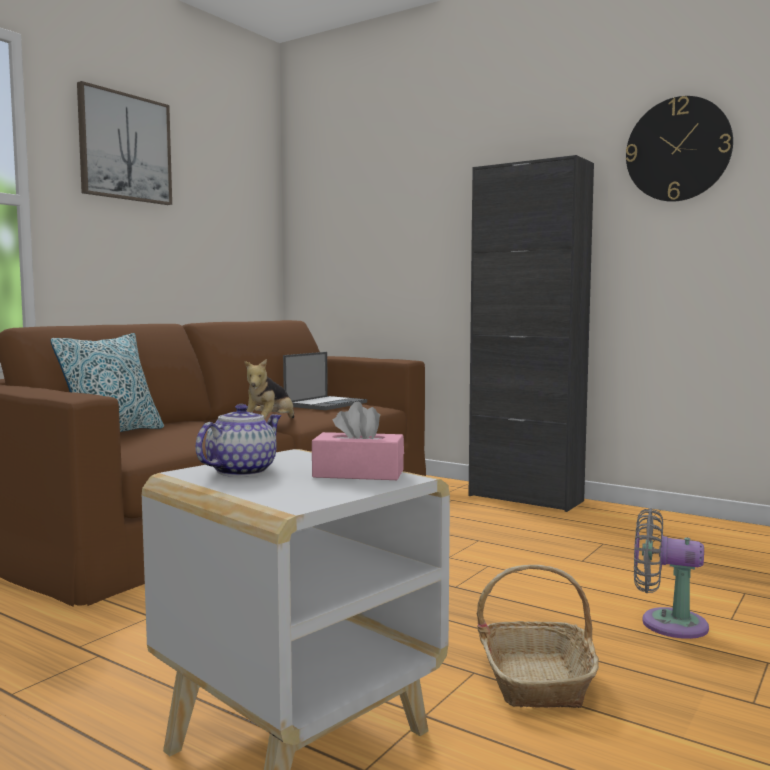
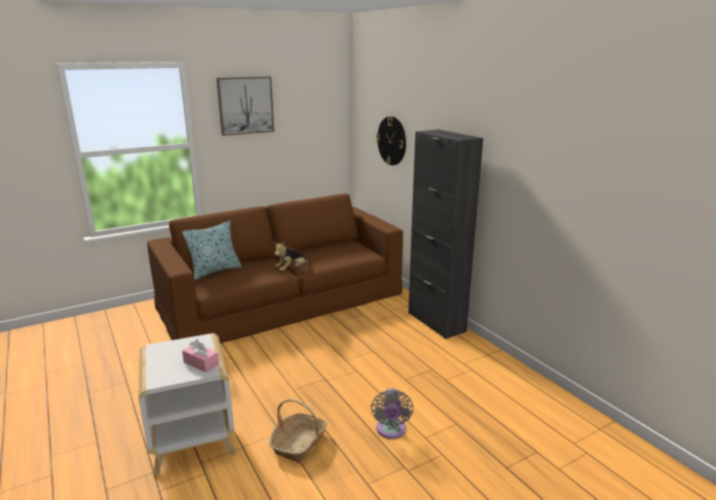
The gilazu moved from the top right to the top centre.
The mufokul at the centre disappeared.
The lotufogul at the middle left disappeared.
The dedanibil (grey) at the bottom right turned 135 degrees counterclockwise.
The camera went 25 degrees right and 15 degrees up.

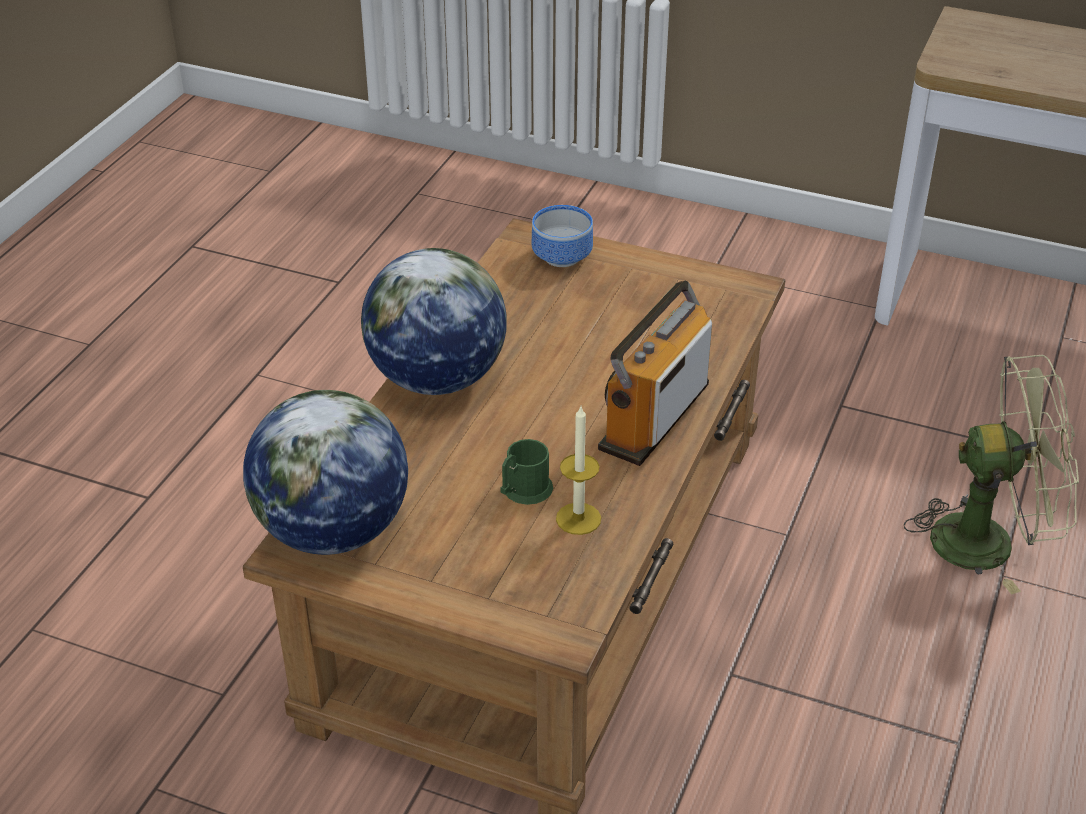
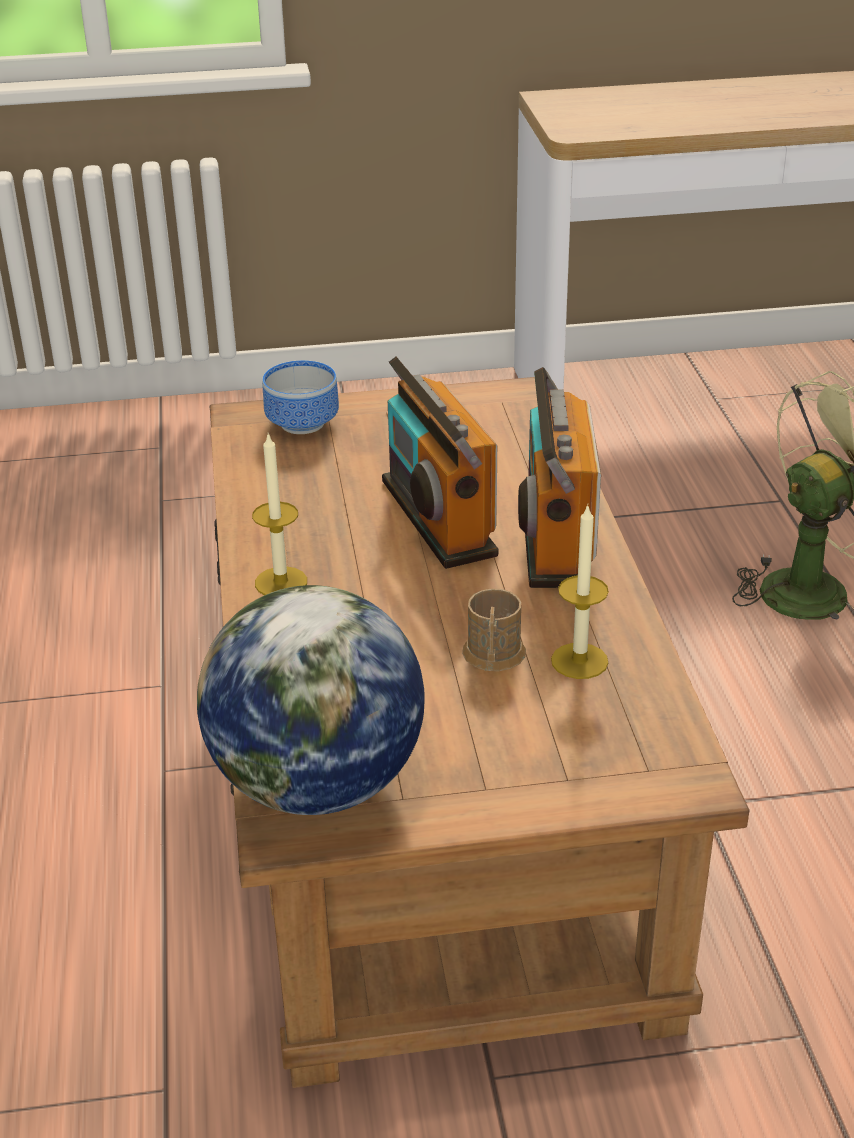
The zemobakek (no. 2 from left) at the centre was replaced by the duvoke (no. 1 from left) at the middle left.
The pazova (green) at the centre became the pazova (brown) at the centre.
The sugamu (no. 1 from left) at the centre appeared.
The camera went 30 degrees left and 5 degrees down.

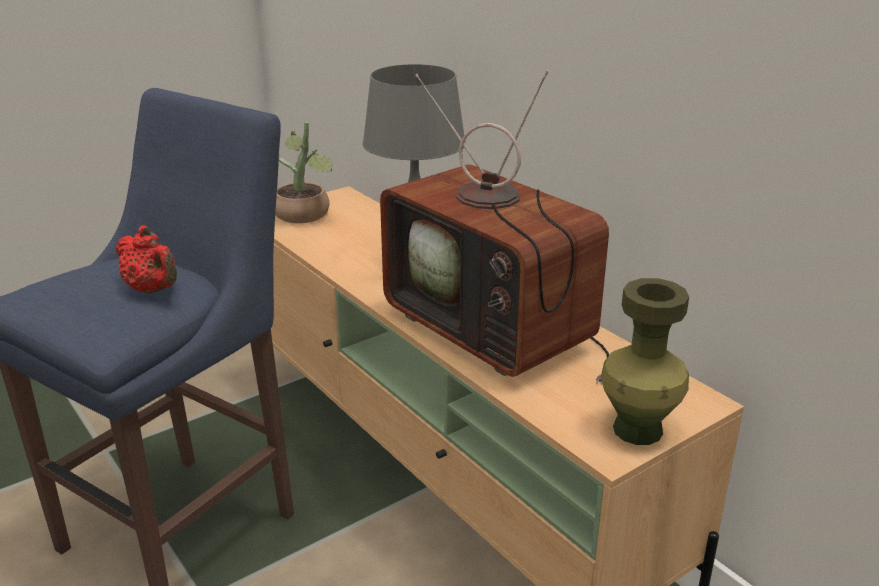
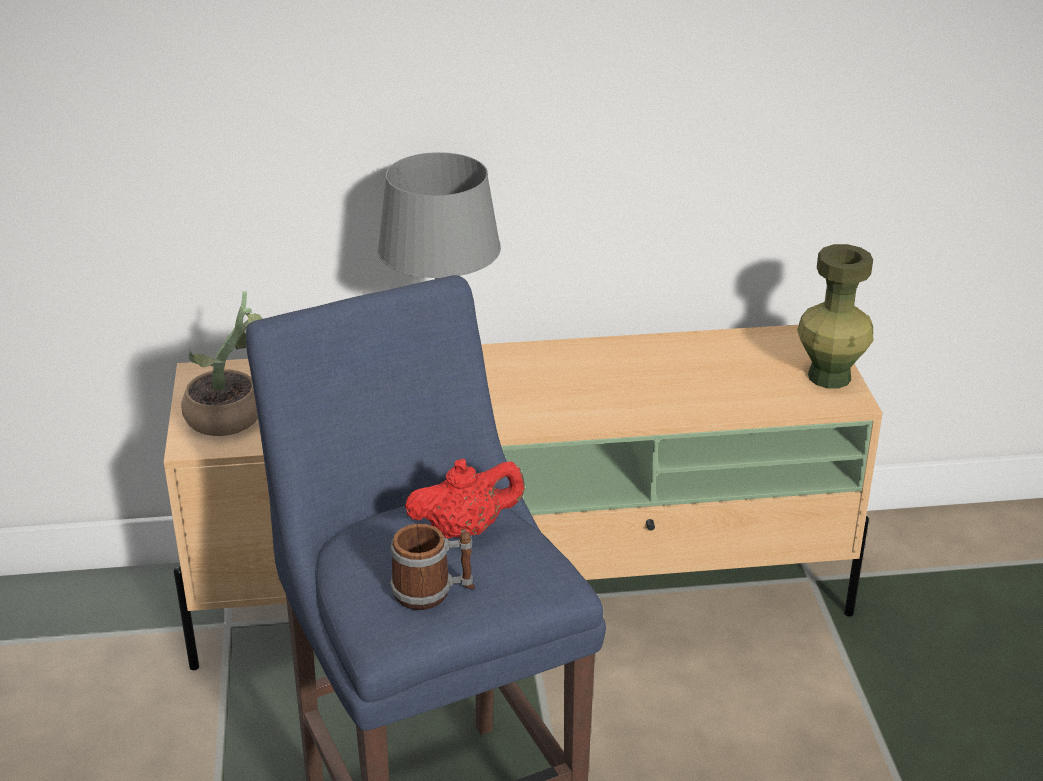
The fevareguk at the centre disappeared.
The pazova at the bottom centre appeared.
The camera went 60 degrees left and 5 degrees up.

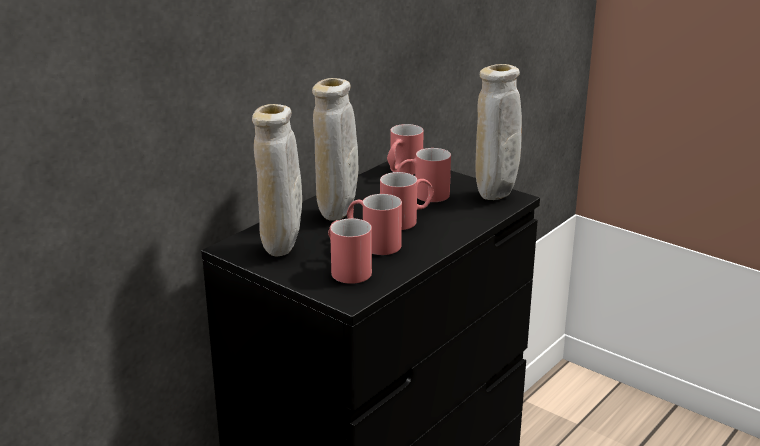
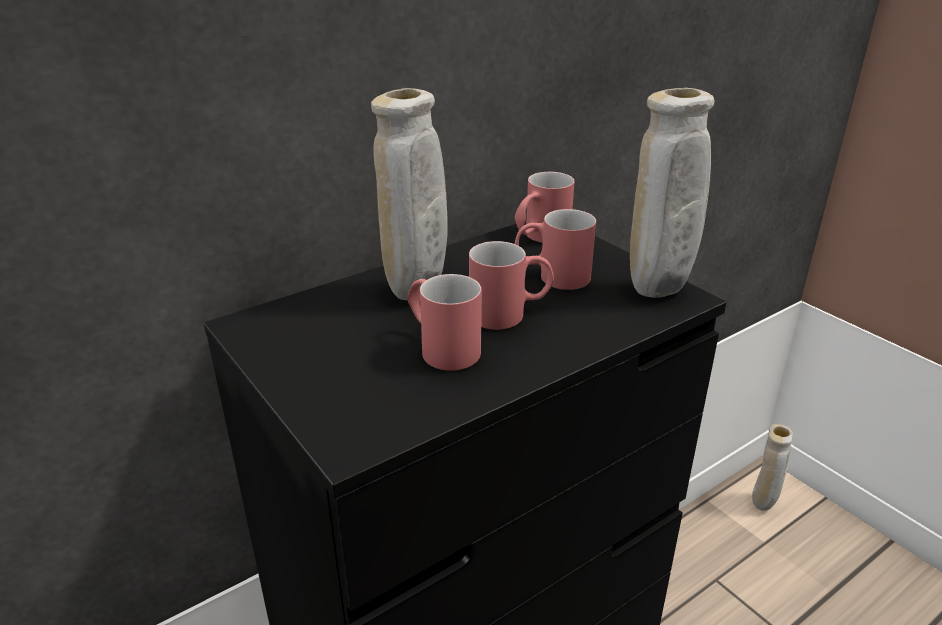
The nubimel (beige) (no. 1 from left in the first image) moved from the centre to the bottom right.
The pazova (red) (no. 1 from left) at the centre disappeared.
The camera went 15 degrees right and 5 degrees up.

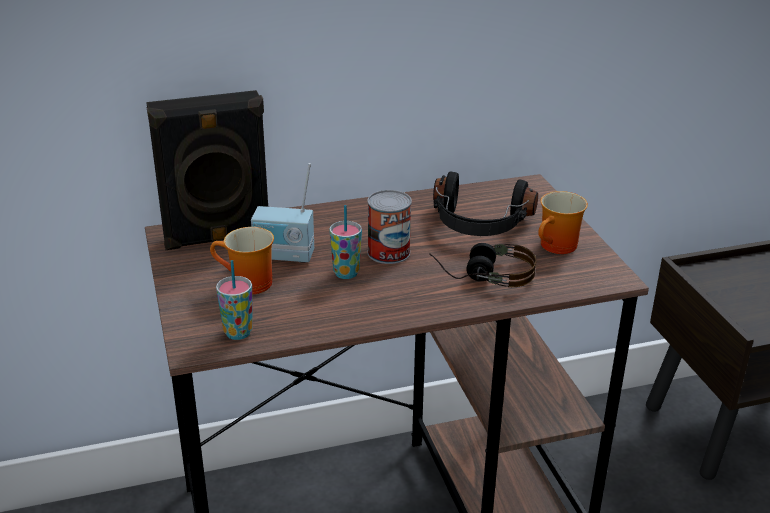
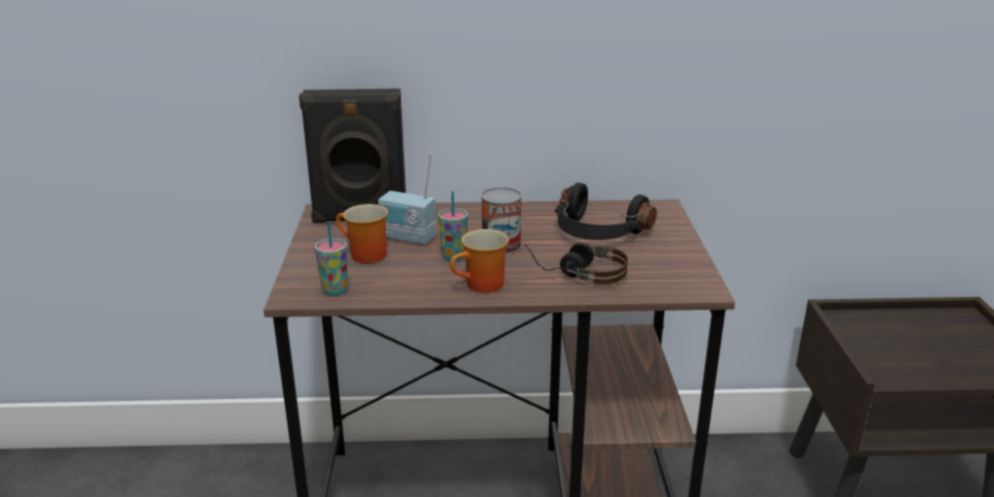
The pazova (no. 2 from left) moved from the middle right to the centre.
The camera went 15 degrees right and 5 degrees down.

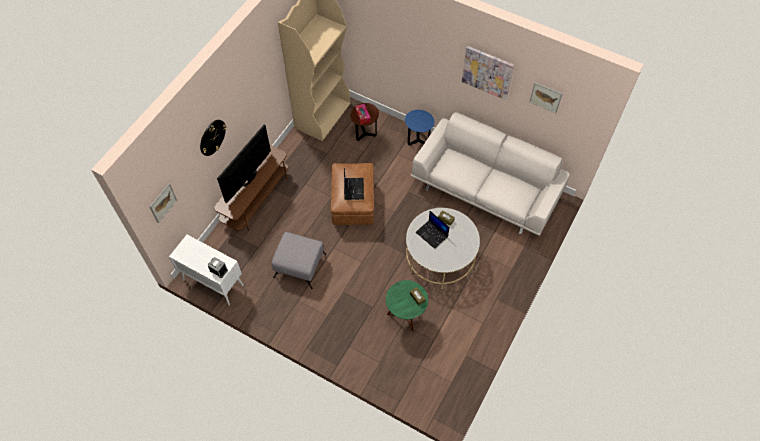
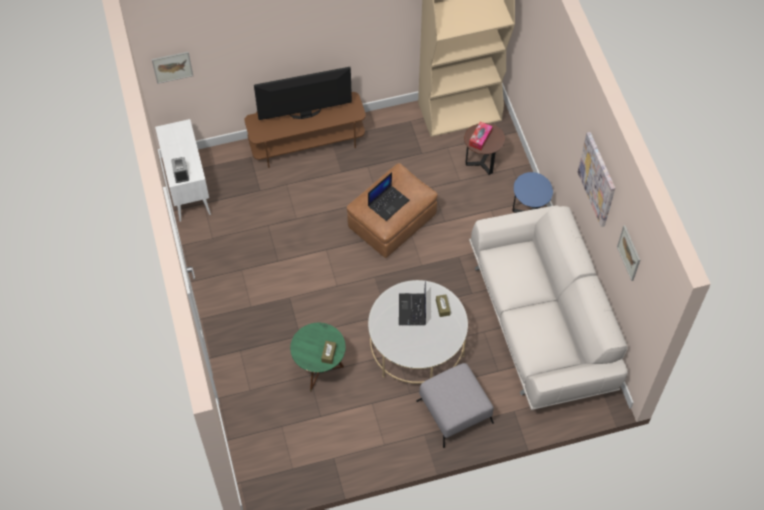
The gilazu at the top left disappeared.
The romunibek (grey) moved from the centre to the bottom centre.
The camera went 45 degrees right and 0 degrees up.

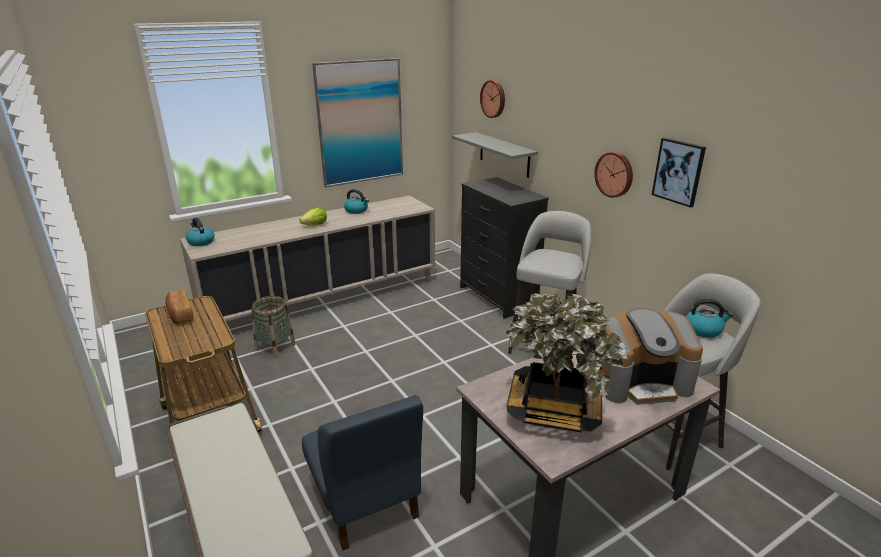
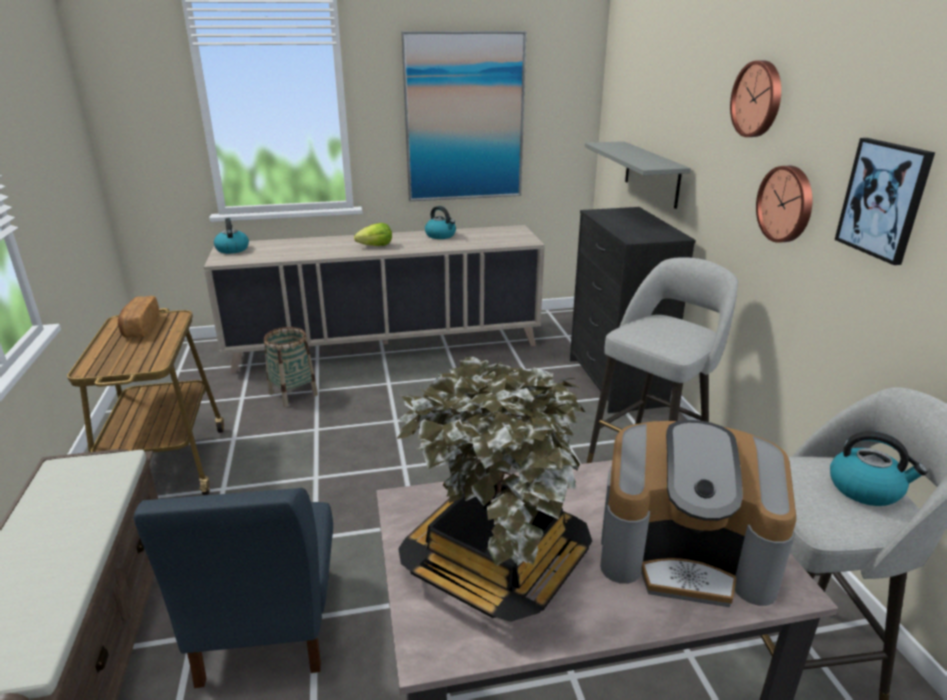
The gilazu (no. 1 from left) moved from the top centre to the top right.
The camera went 20 degrees right and 0 degrees up.

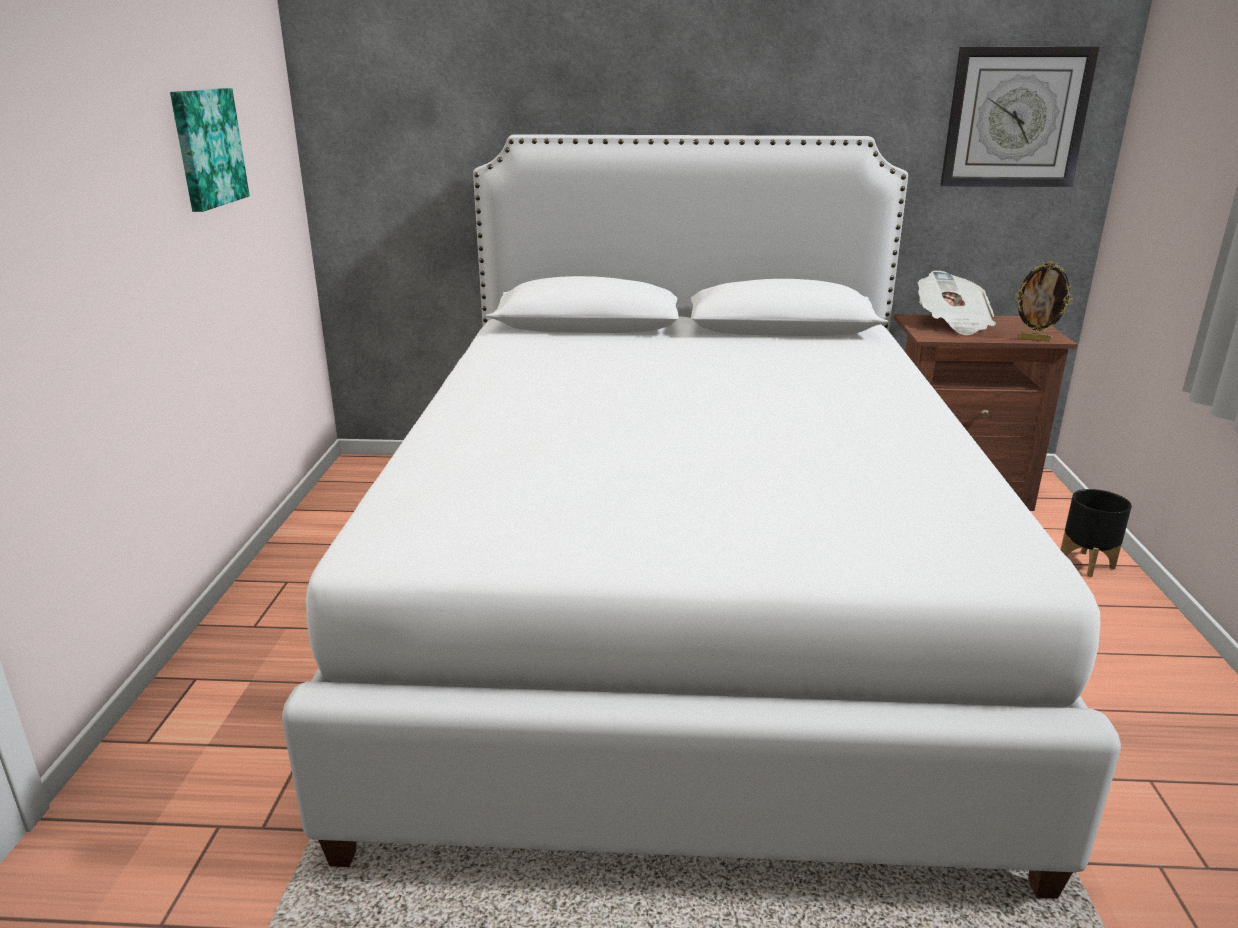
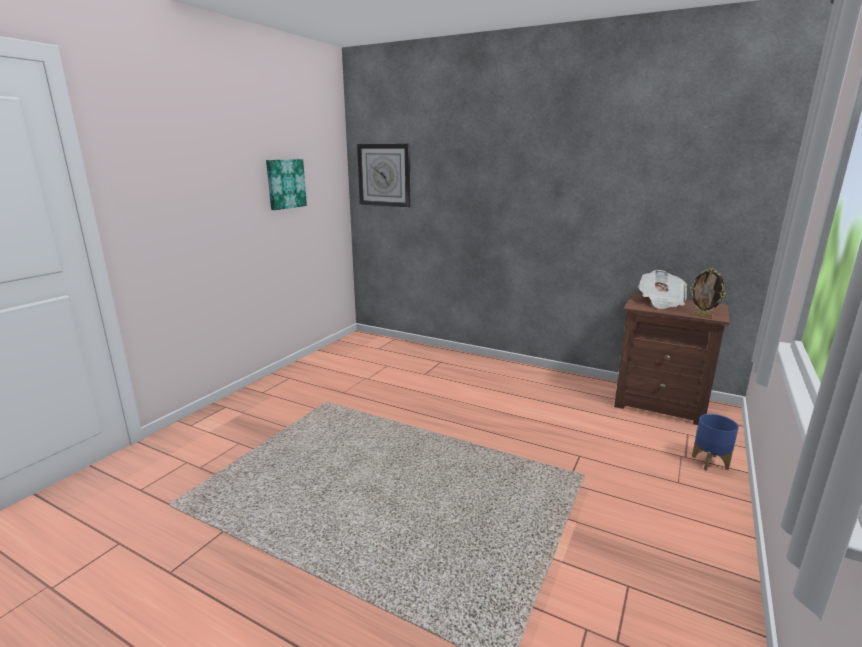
The gilazu moved from the top right to the top centre.
The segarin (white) at the centre disappeared.
The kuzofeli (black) at the middle right became the kuzofeli (blue) at the bottom right.
The camera went 25 degrees right and 5 degrees down.

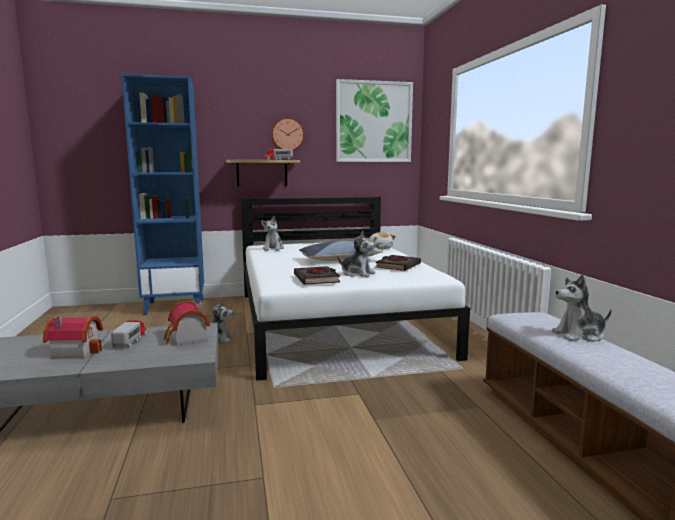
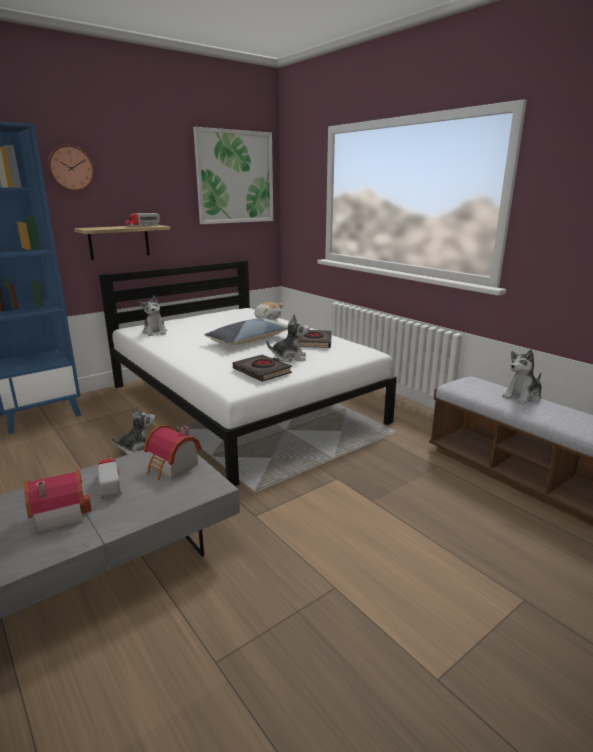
The gilazu moved from the top centre to the top left.
The camera went 25 degrees left and 10 degrees up.

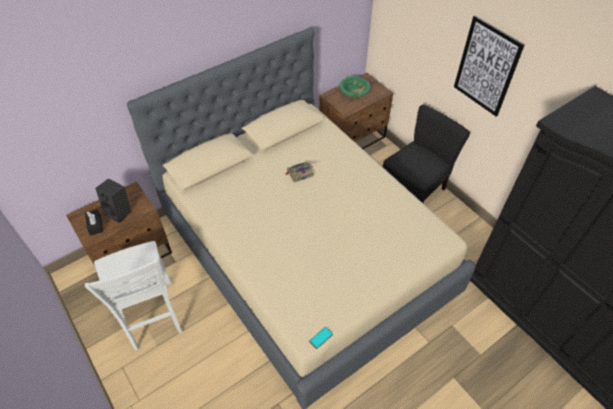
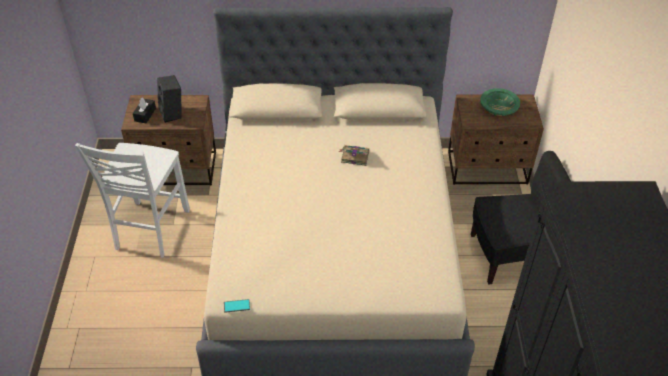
The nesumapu at the top right disappeared.
The camera went 35 degrees right and 5 degrees down.

